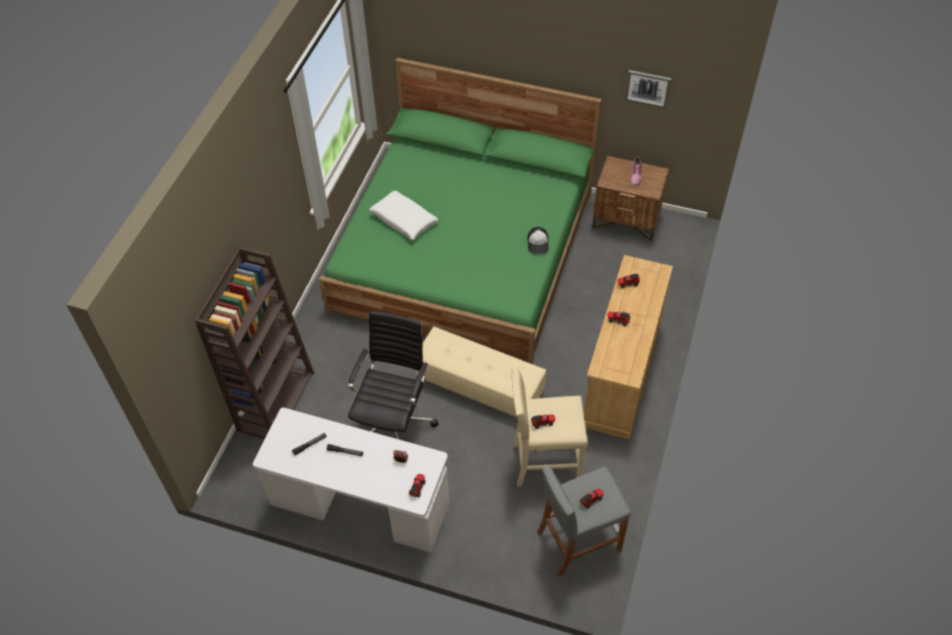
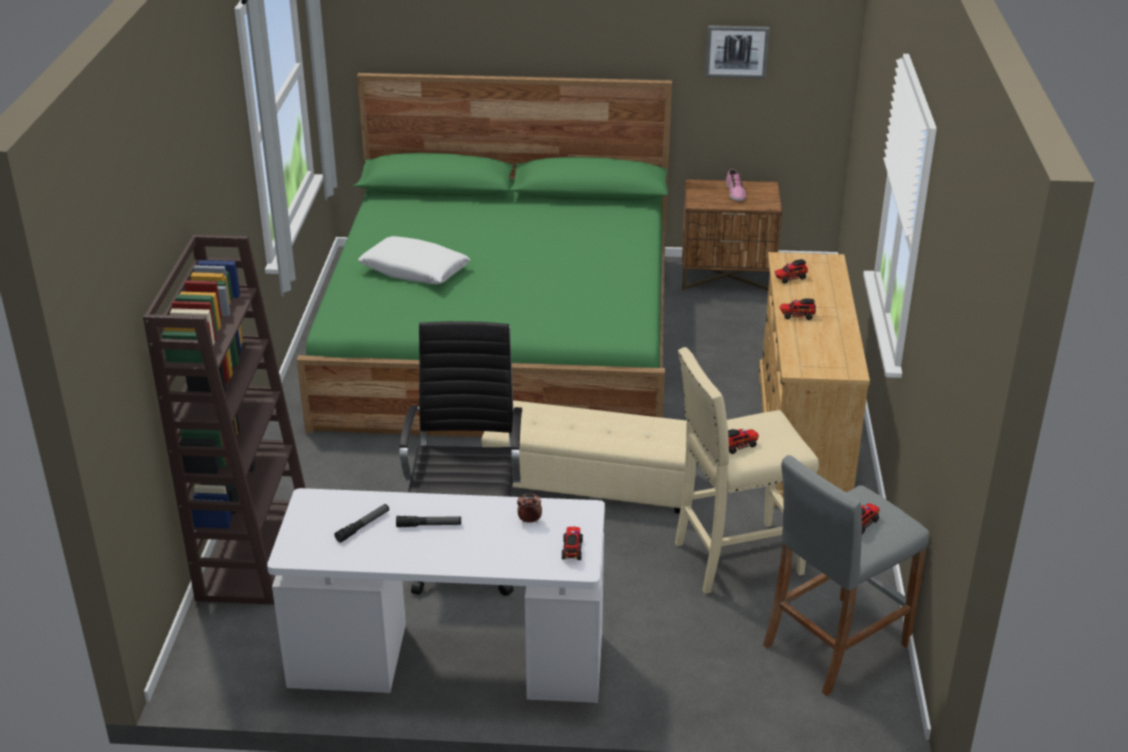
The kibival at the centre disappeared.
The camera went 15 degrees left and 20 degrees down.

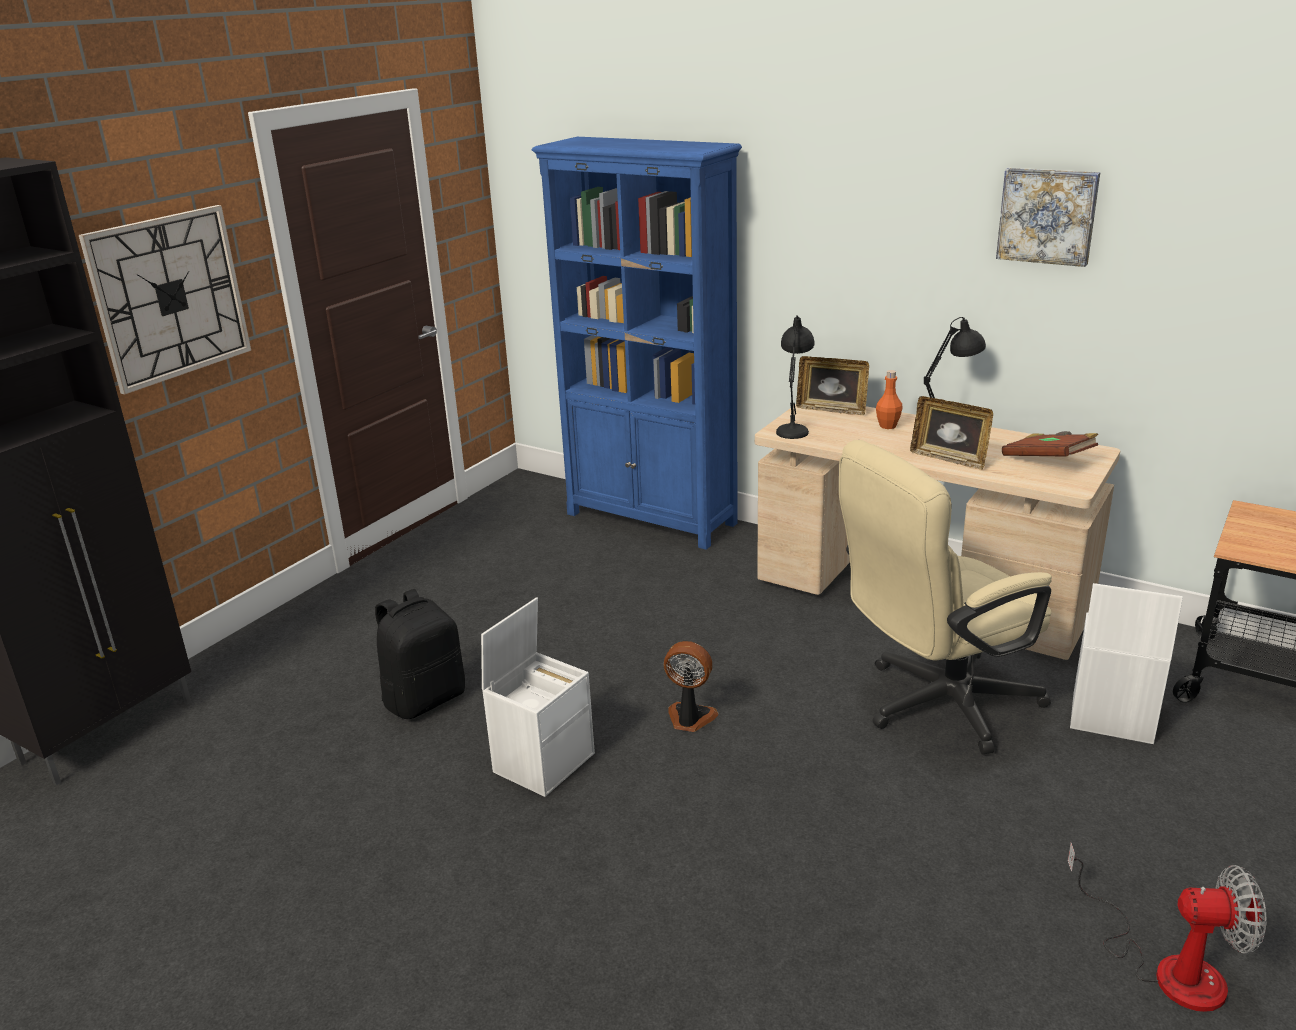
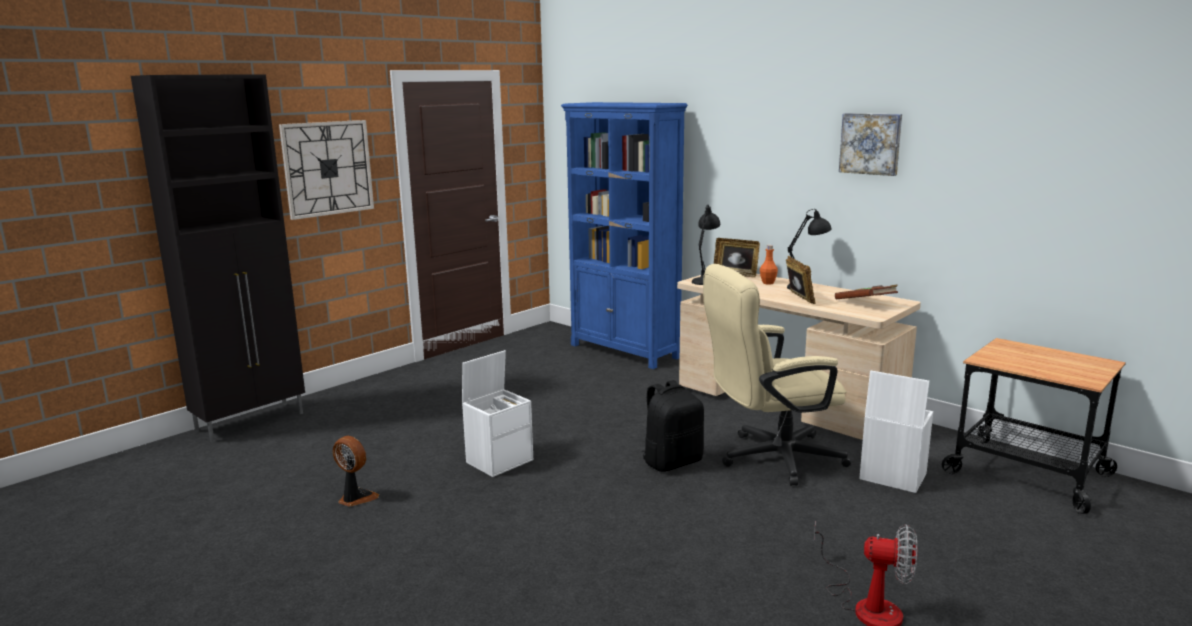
The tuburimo (no. 2 from left) at the middle right turned 150 degrees counterclockwise.
The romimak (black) moved from the middle left to the bottom centre.
The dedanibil (no. 1 from left) moved from the centre to the bottom left.
The camera went 10 degrees right and 10 degrees down.

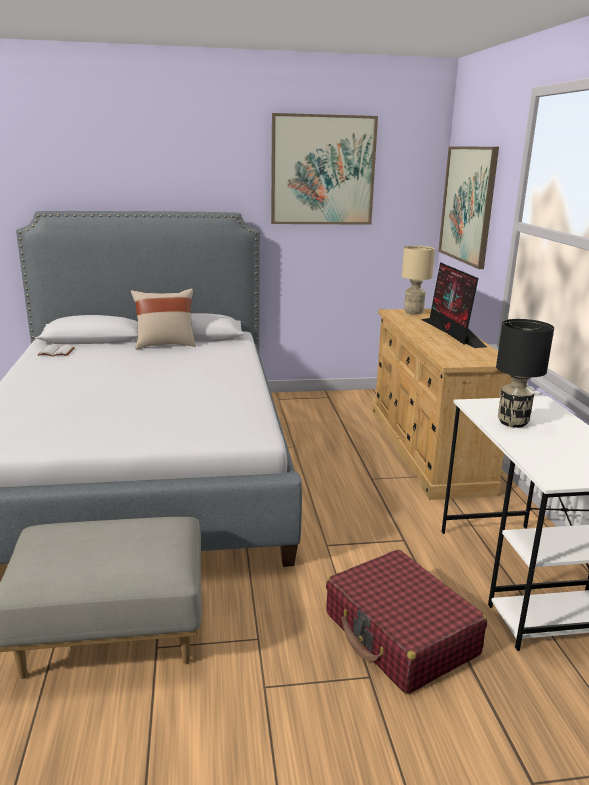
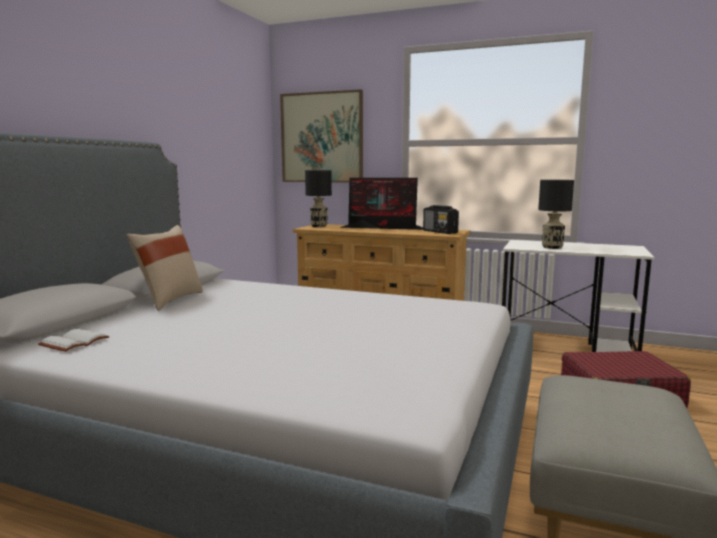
The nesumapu (no. 1 from left) at the top centre disappeared.
The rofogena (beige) at the middle right became the rofogena (black) (no. 1 from left) at the centre.
The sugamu at the centre appeared.
The camera went 60 degrees left and 10 degrees down.

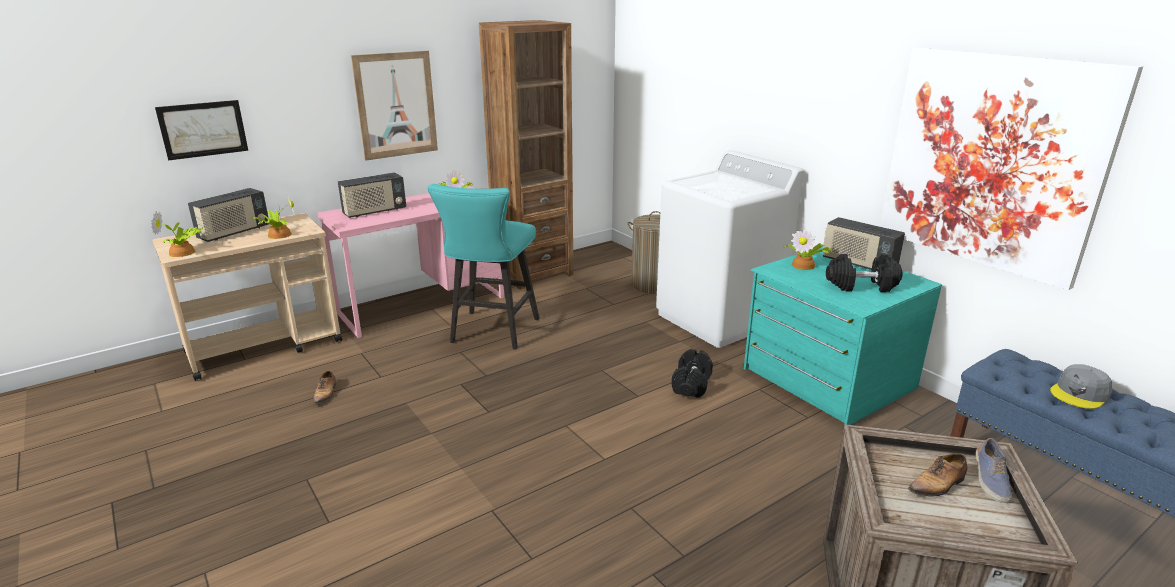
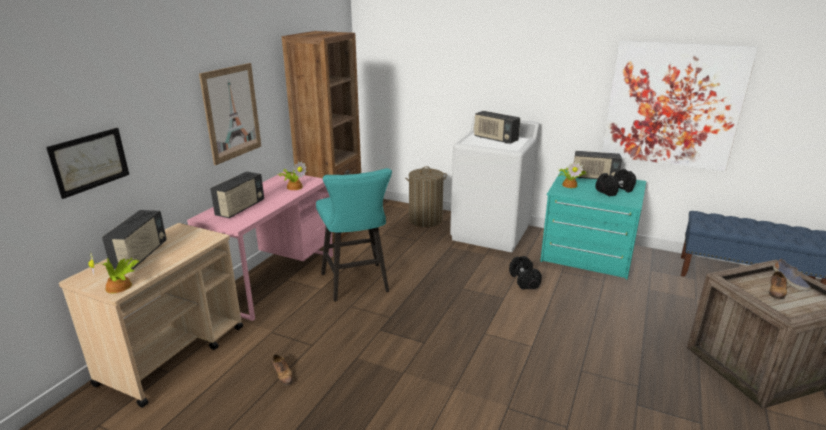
The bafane (no. 2 from left) at the middle left disappeared.
The kibival (grey) at the middle right disappeared.
The sugamu (no. 3 from left) at the top centre appeared.
The camera went 30 degrees left and 0 degrees up.

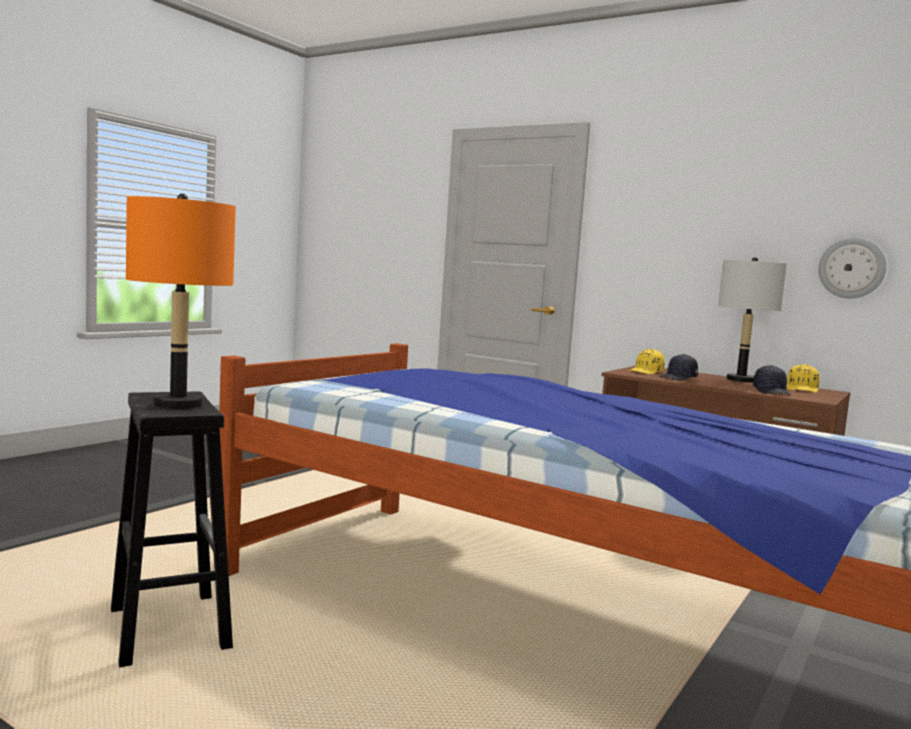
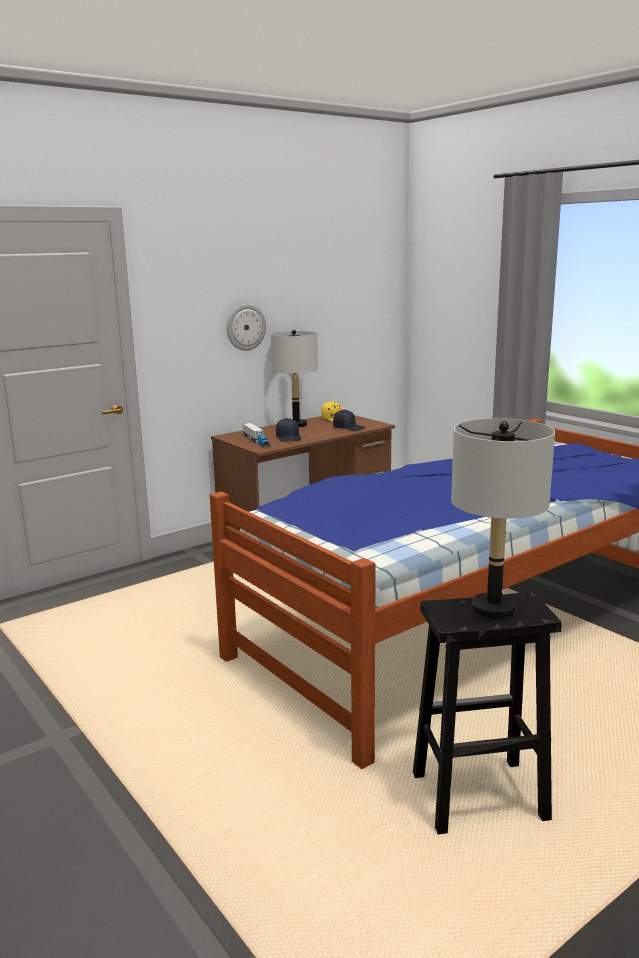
The rofogena (orange) at the middle left became the rofogena (grey) (no. 2 from left) at the middle right.
The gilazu moved from the middle right to the centre.
The kibival (yellow) (no. 1 from left) at the middle right was replaced by the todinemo at the centre.
The camera went 70 degrees left and 10 degrees up.

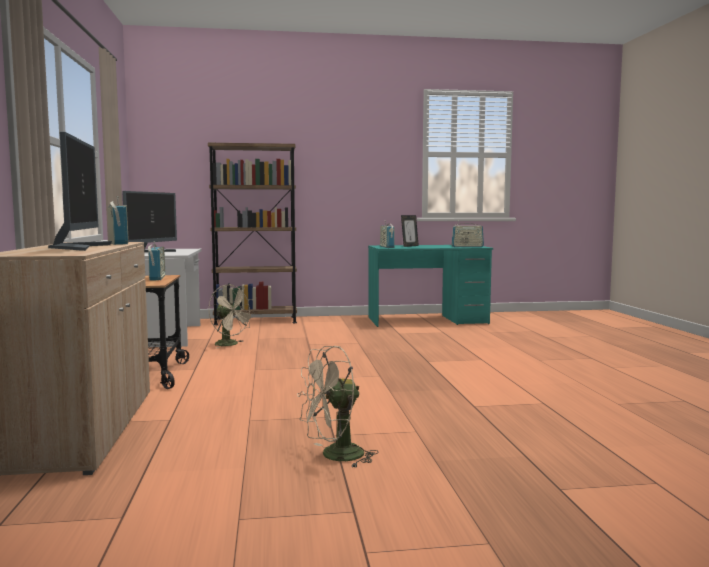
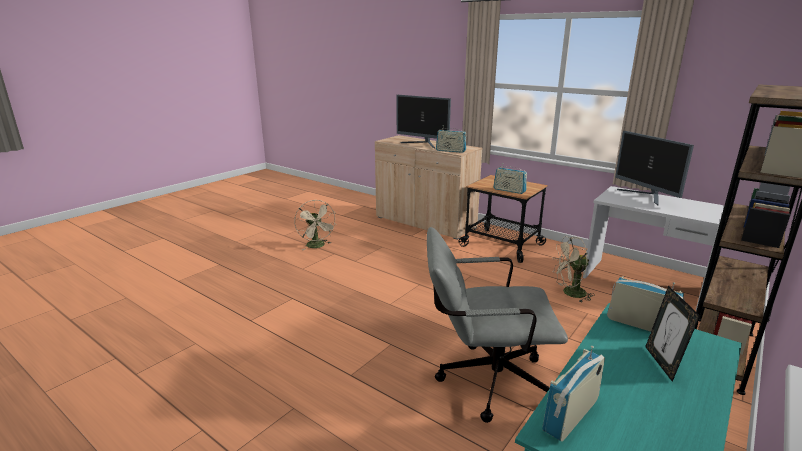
The dedanibil (beige) (no. 2 from left in the first image) at the bottom centre turned 135 degrees clockwise.
The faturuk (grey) at the bottom centre appeared.
The camera went 135 degrees right and 15 degrees up.

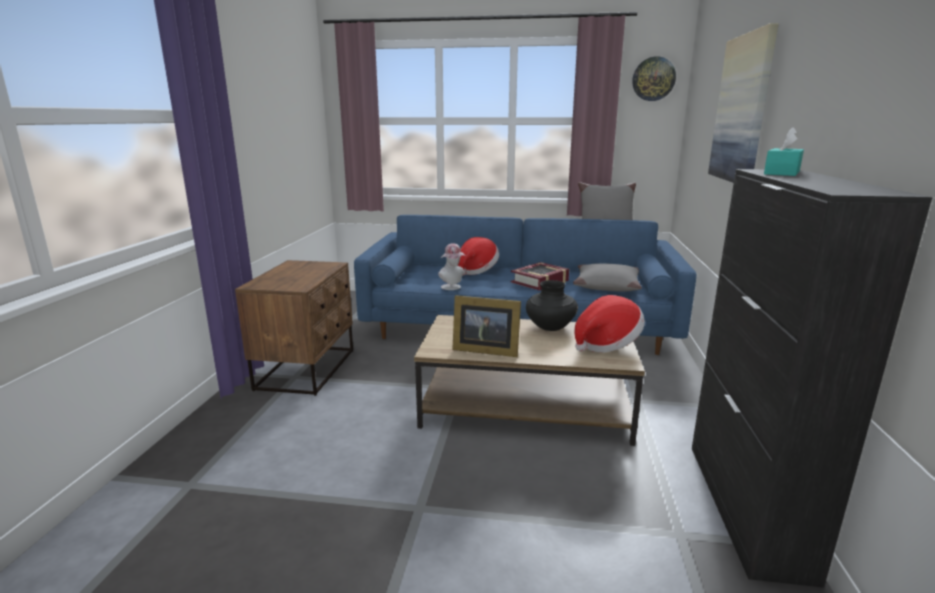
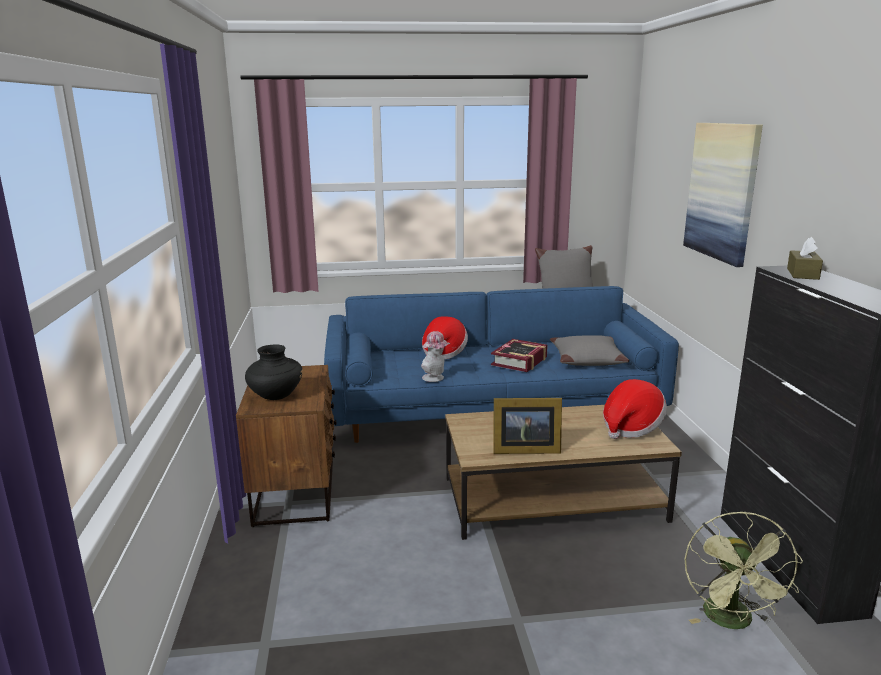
The gilazu at the top right disappeared.
The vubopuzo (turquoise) at the top right became the vubopuzo (brown) at the middle right.
The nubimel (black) moved from the centre to the middle left.
The dedanibil (green) at the bottom right appeared.
The camera went 15 degrees left and 0 degrees up.

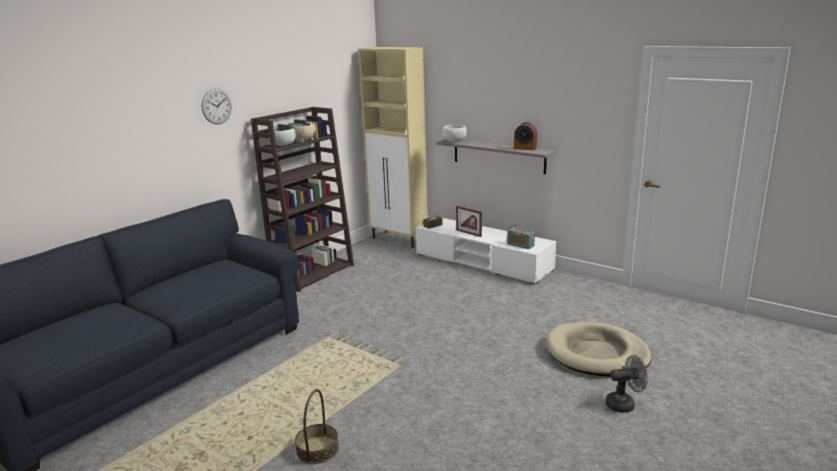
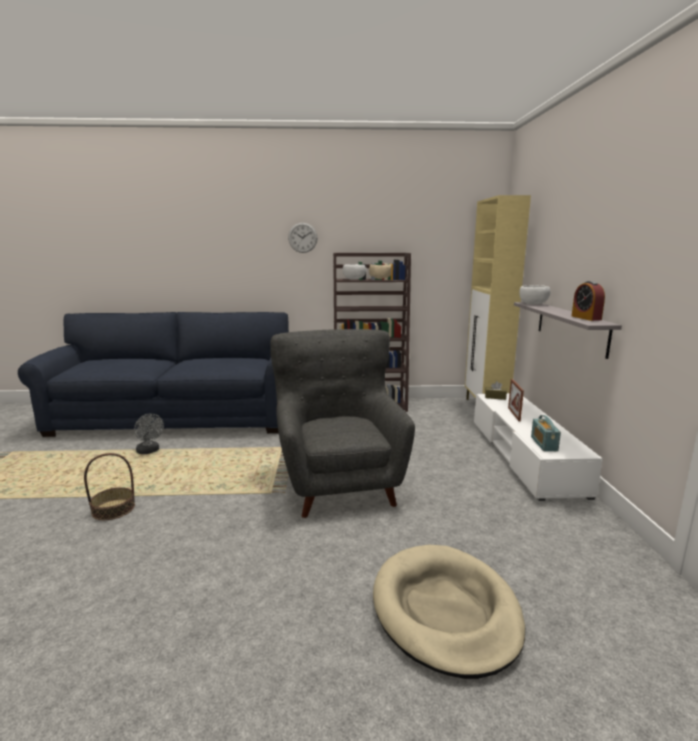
The dedanibil (grey) moved from the bottom right to the middle left.
The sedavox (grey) at the centre appeared.
The camera went 50 degrees right and 5 degrees down.

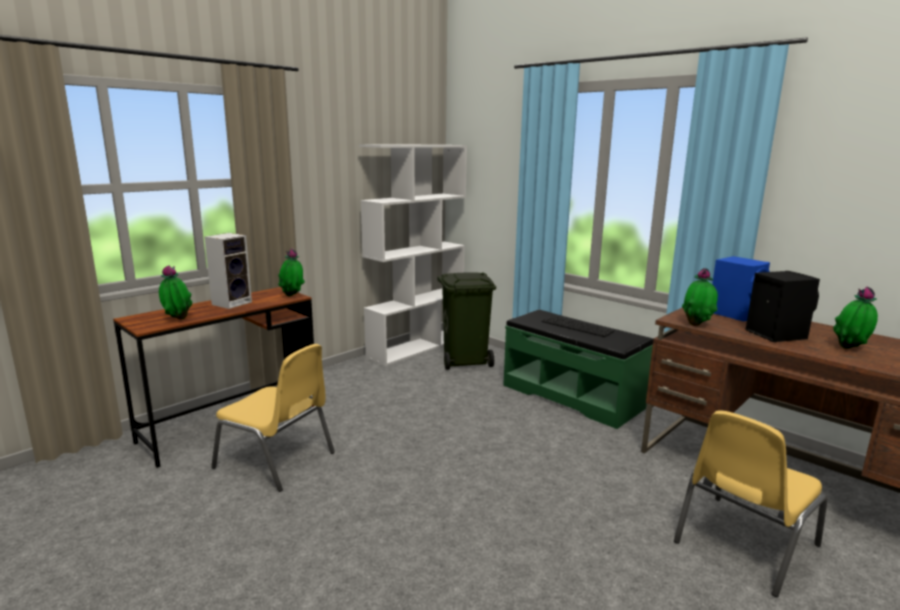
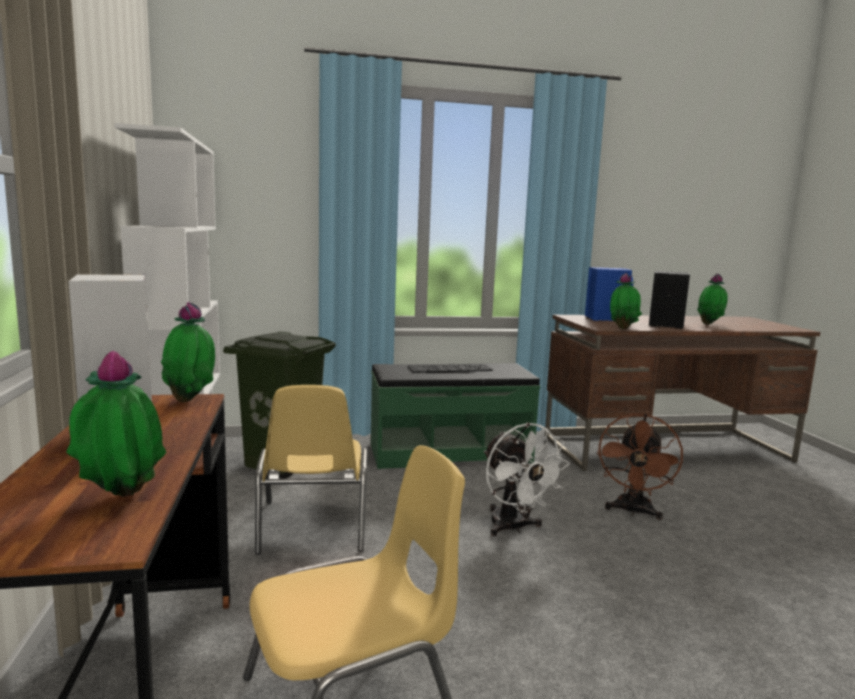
The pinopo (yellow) (no. 2 from left in the first image) moved from the bottom right to the bottom centre.
The dedanibil (brown) at the bottom right appeared.
The dedanibil (white) at the bottom centre appeared.
The camera went 55 degrees left and 5 degrees down.

